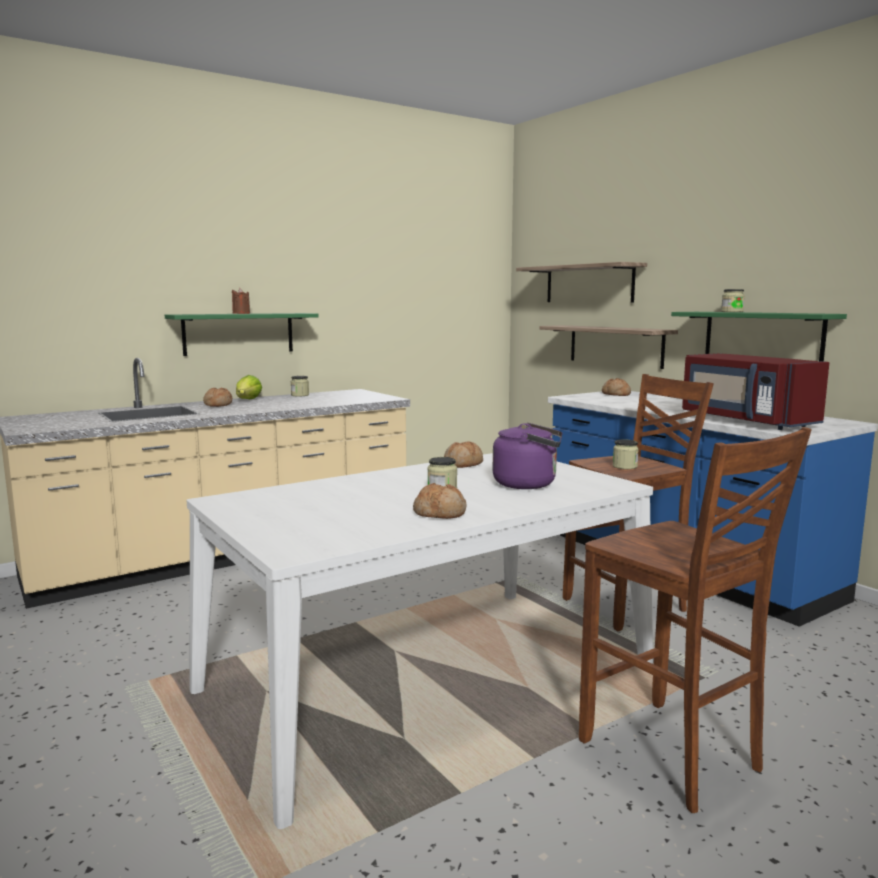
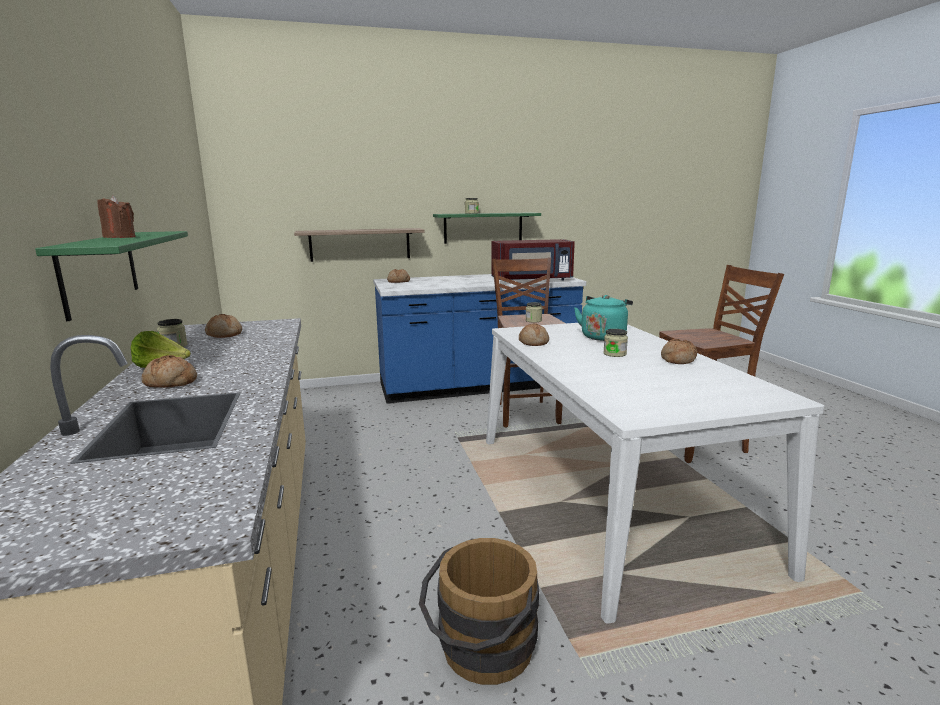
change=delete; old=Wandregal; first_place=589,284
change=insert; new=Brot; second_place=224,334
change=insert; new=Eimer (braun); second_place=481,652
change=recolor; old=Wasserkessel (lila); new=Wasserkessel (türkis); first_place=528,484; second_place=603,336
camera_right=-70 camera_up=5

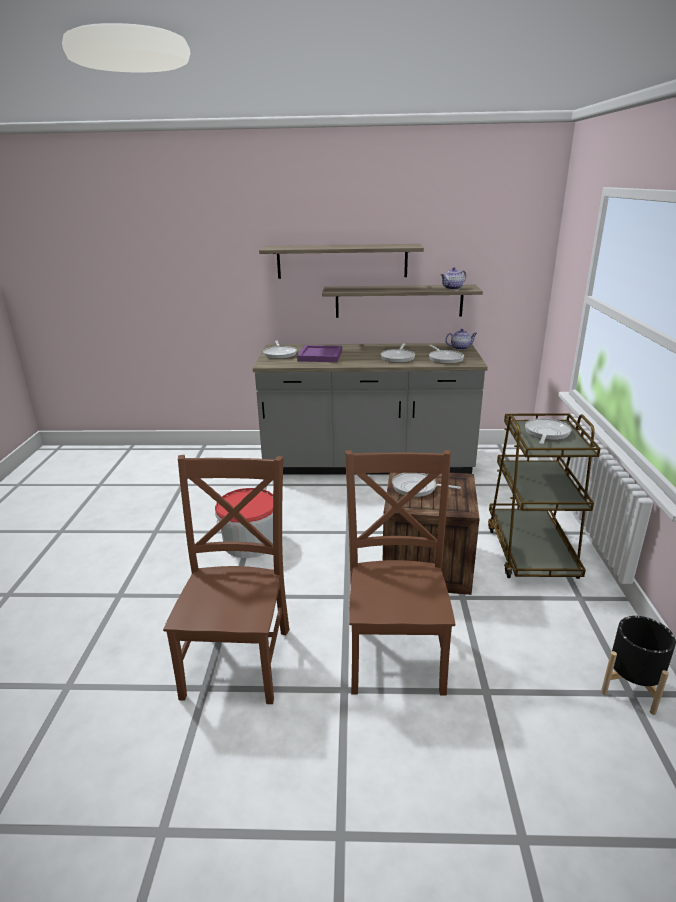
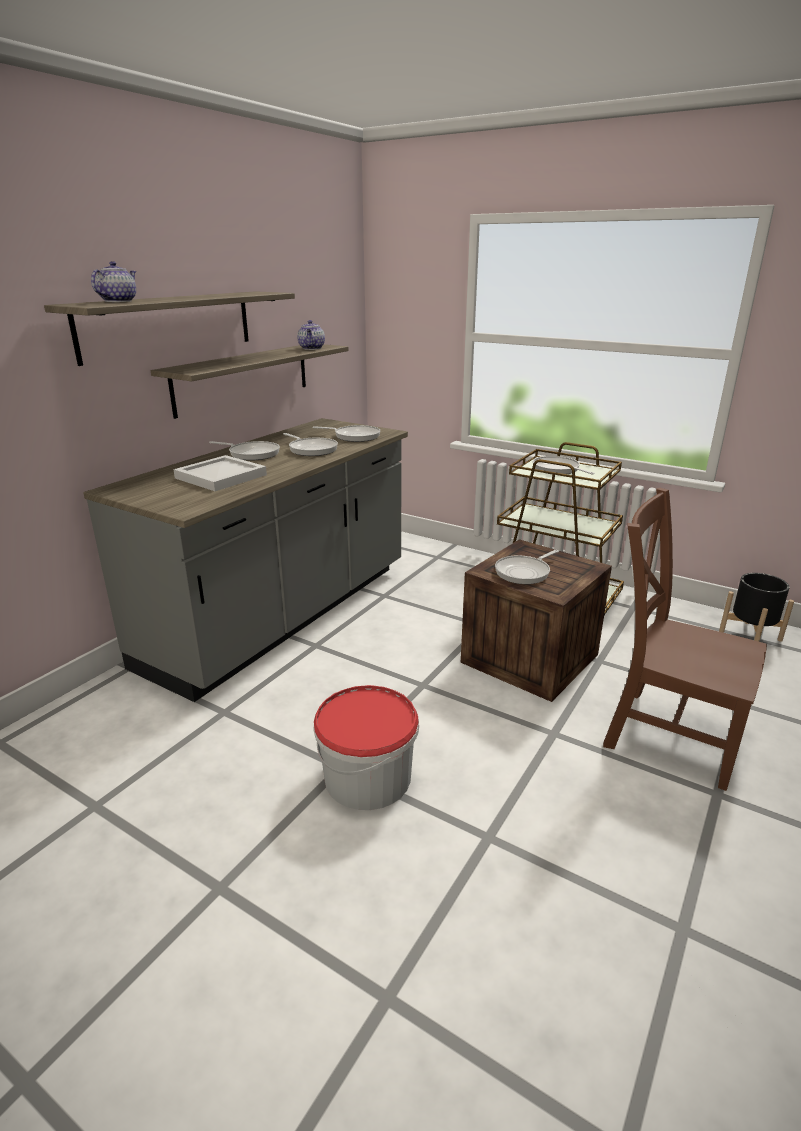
change=delete; old=Stuhl (braun); first_place=239,658
change=move; old=Pfanne; first_place=280,354; second_place=251,454
change=move; old=Teekanne; first_place=460,348; second_place=119,301
change=recolor; old=Tablett (lila); new=Tablett (weiß); first_place=319,356; second_place=220,477
camera_right=-60 camera_up=0

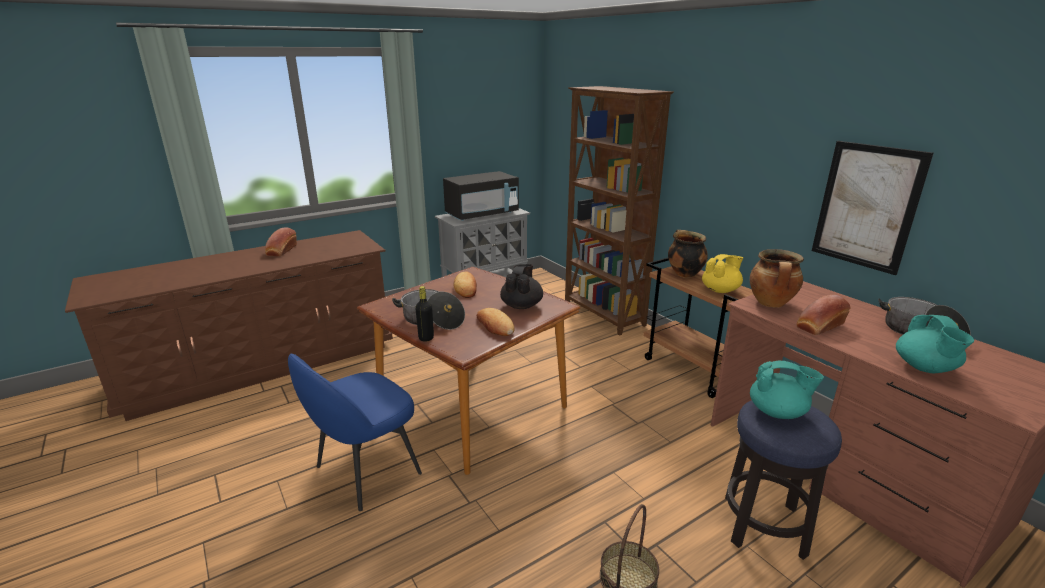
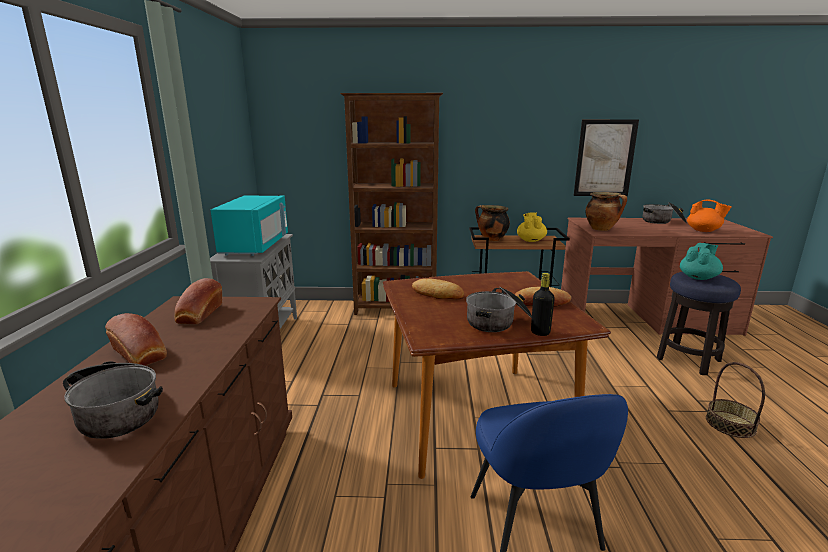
change=delete; old=Teekanne (schwarz); first_place=521,305
change=insert; new=Kochtopf; second_place=118,411
change=move; old=Brot; first_place=819,326; second_place=199,314
change=recolor; old=Mikrowelle (schwarz); new=Mikrowelle (türkis); first_place=482,214; second_place=255,246
change=recolor; old=Teekanne (türkis); new=Teekanne (orange); first_place=925,368; second_place=704,231
camera_right=-55 camera_up=-5

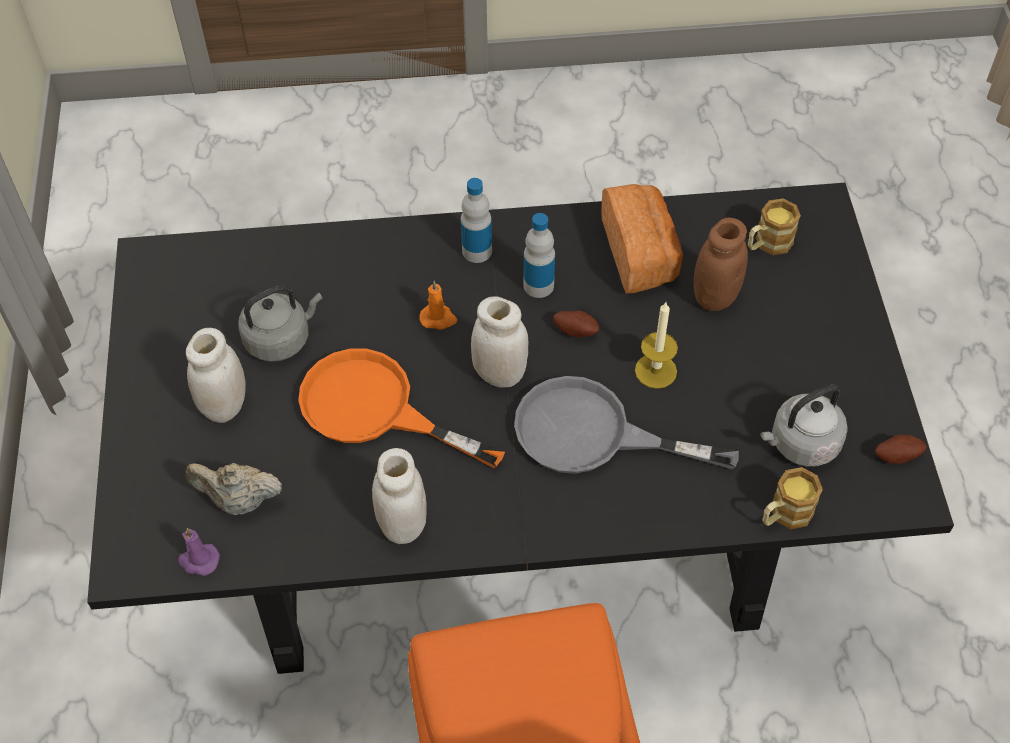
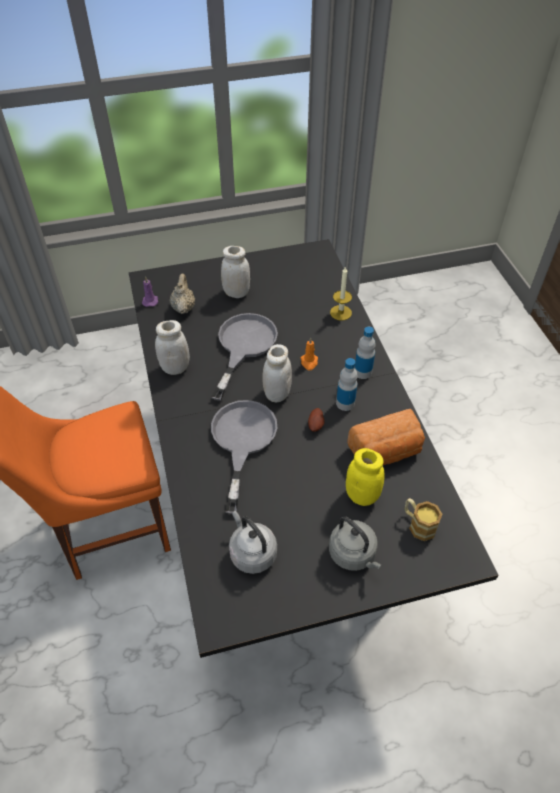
change=delete; old=Henkelbecher; first_place=784,515
change=delete; old=Kartoffel; first_place=896,455
change=move; old=Wasserkessel (grau); first_place=281,339; second_place=353,554
change=move; old=Kerze; first_place=655,371; second_place=340,312
change=recolor; old=Pfanne (orange); new=Pfanne (grau); first_place=375,409; second_place=243,346
change=recolor; old=Vorratsglas (braun); new=Vorratsglas (gelb); first_place=715,296; second_place=362,495
camera_right=80 camera_up=-5

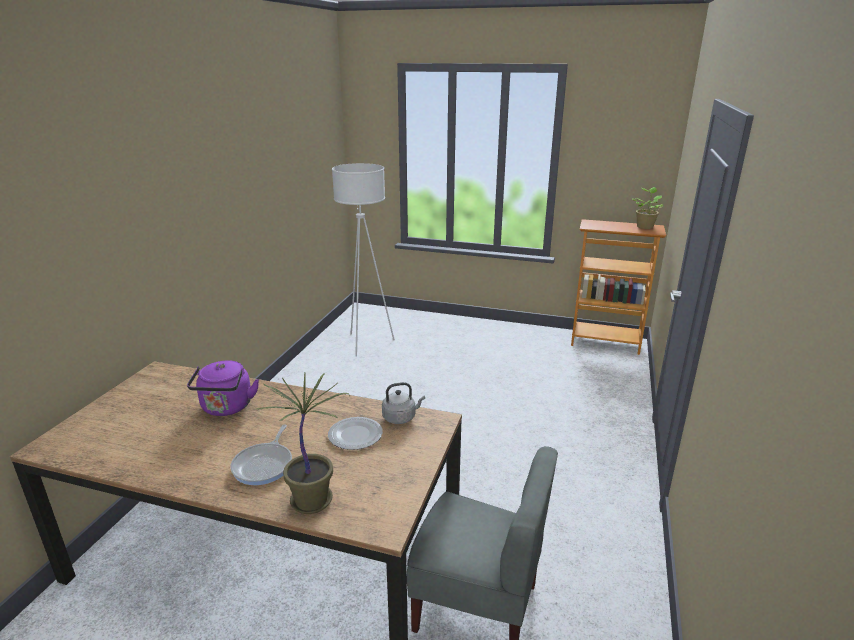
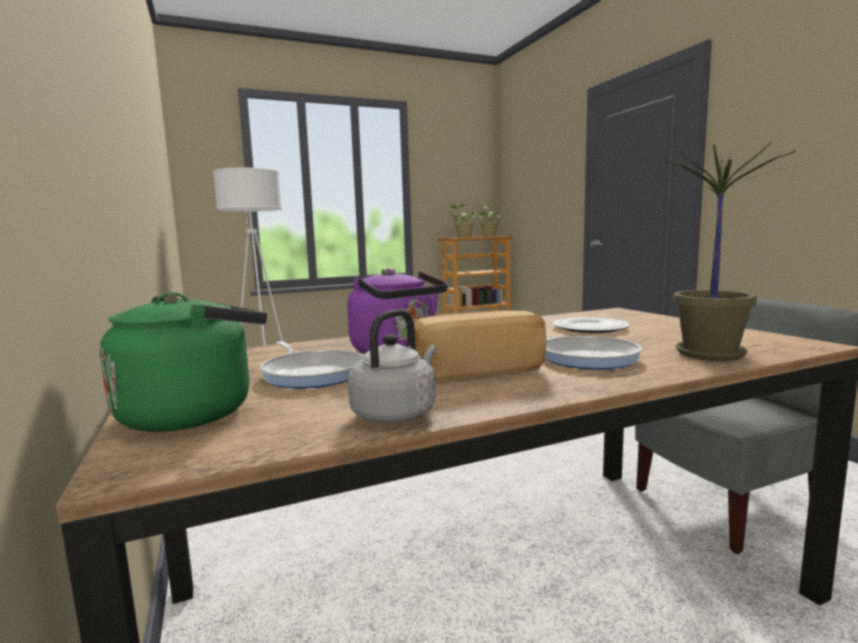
change=insert; new=Wasserkessel (grün); second_place=194,412
change=insert; new=Pfanne; second_place=312,373
change=insert; new=Brot; second_place=475,370
change=insert; new=Topfpflanze; second_place=463,237
change=move; old=Wasserkessel (grau); first_place=401,417; second_place=396,413
camera_right=-40 camera_up=-15

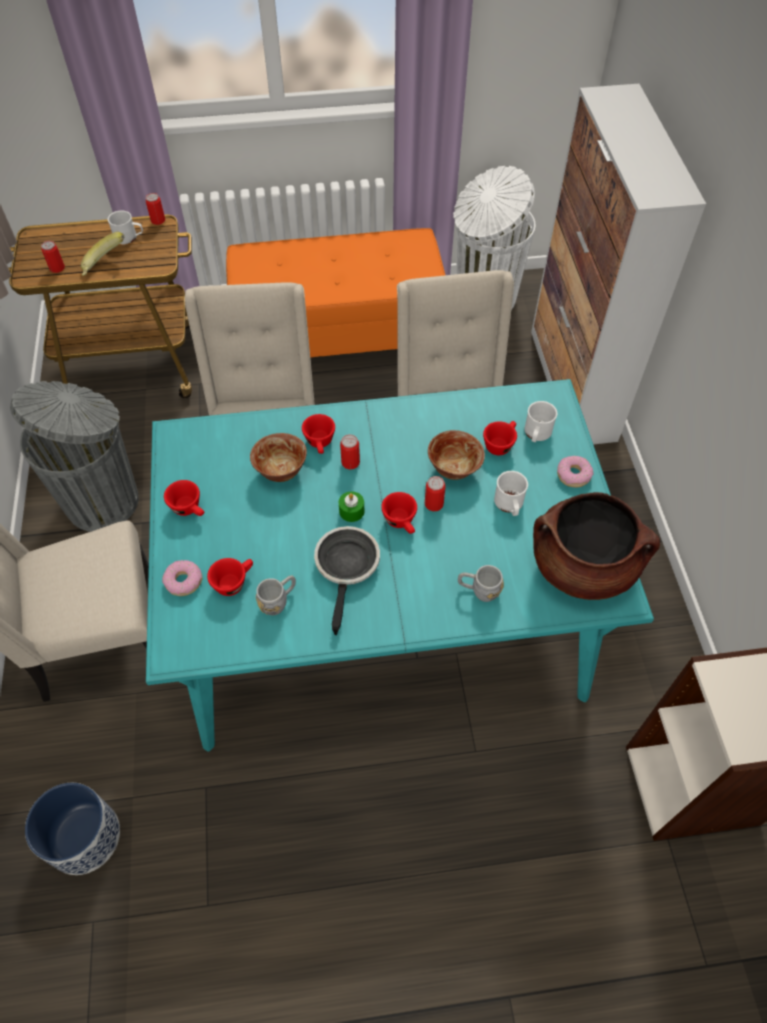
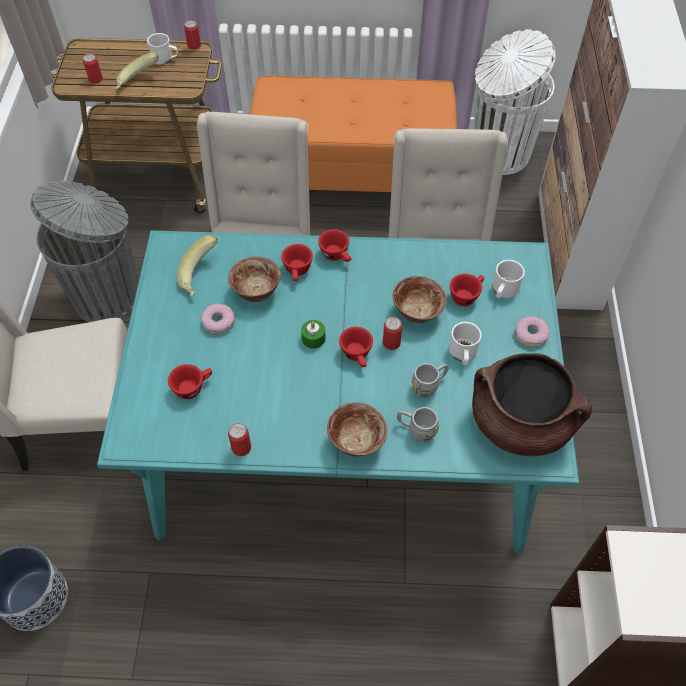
change=delete; old=Pfanne; first_place=347,567
change=insert; new=Banane; second_place=201,277
change=insert; new=Schüssel; second_place=356,441
change=move; old=Donut; first_place=183,581; second_place=218,322
change=move; old=Tasse (rot); first_place=190,509; second_place=337,256
change=move; old=Henkelbecher (grau); first_place=279,601; second_place=429,386
change=move; old=Dose; first_place=350,462; second_place=241,447
camera_right=10 camera_up=0

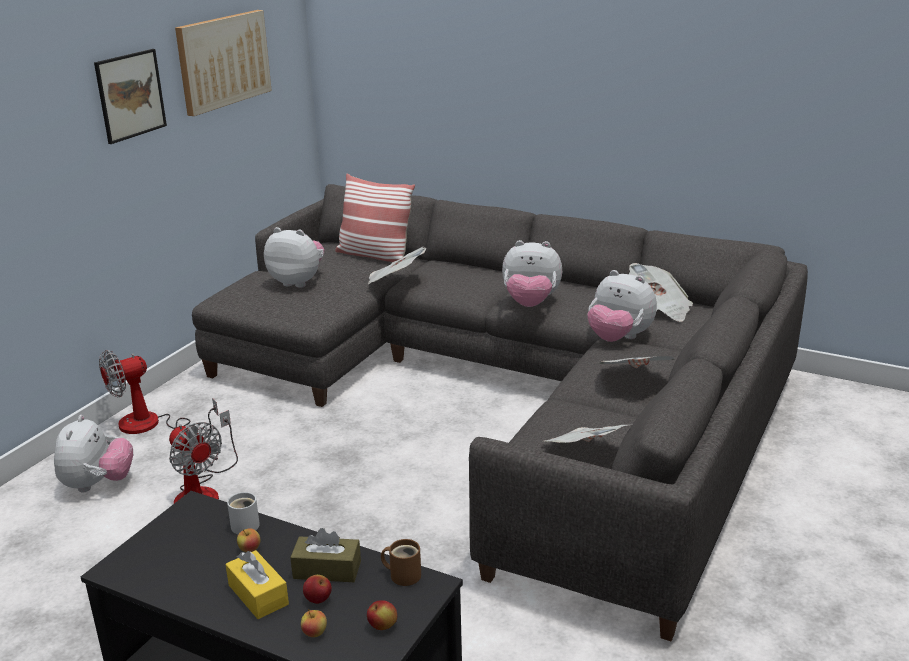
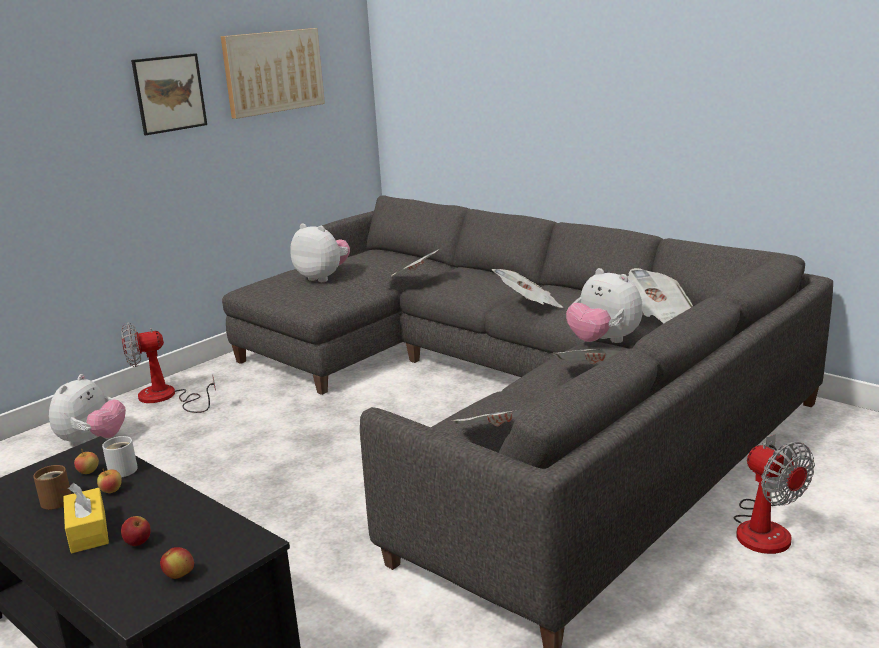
change=delete; old=Taschentuchbox (braun); first_place=327,570
change=delete; old=Kissen; first_place=374,255
change=move; old=Ventilator; first_place=203,492; second_place=765,527
change=move; old=Apfel; first_place=314,633; second_place=88,472
change=move; old=Henkelbecher (braun); first_place=403,574; second_place=55,500
change=replace; old=Plüschtier; new=Zeitung; first_place=530,304; second_place=528,305
camera_right=15 camera_up=-5

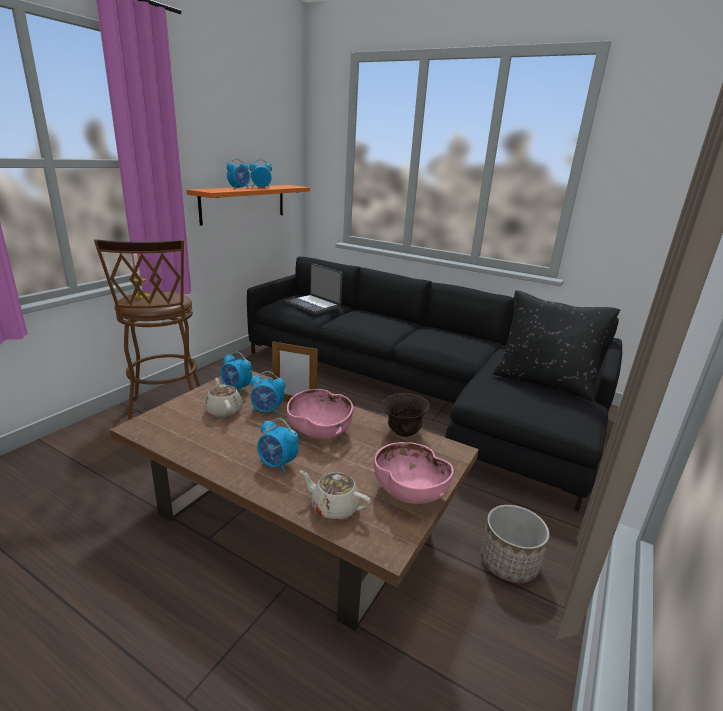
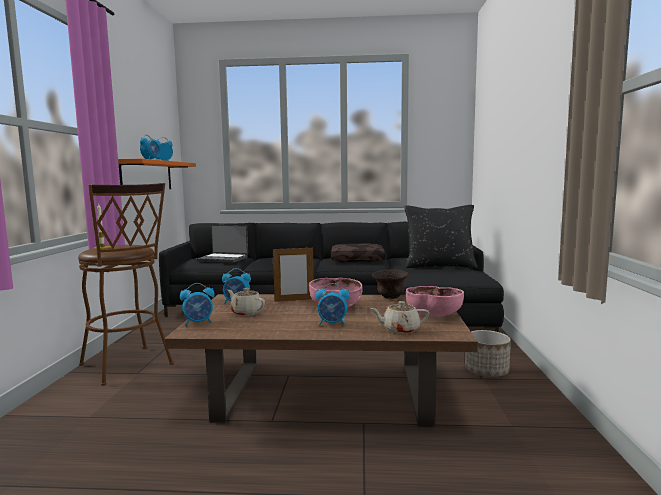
change=insert; new=Kissen (braun); second_place=358,259
change=move; old=Wecker; first_place=267,411; second_place=199,323
camera_right=-25 camera_up=-15

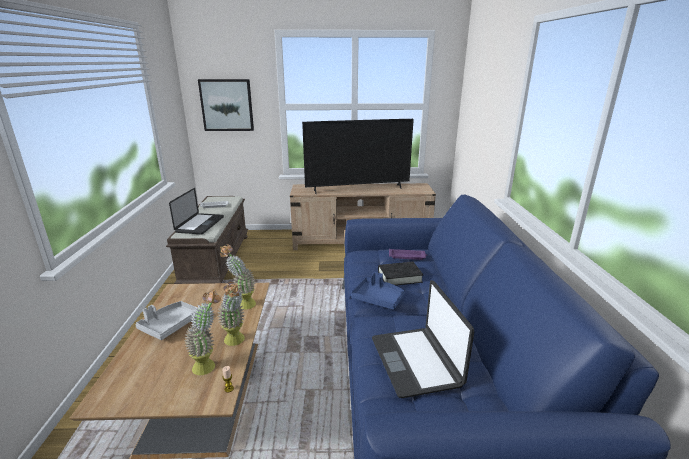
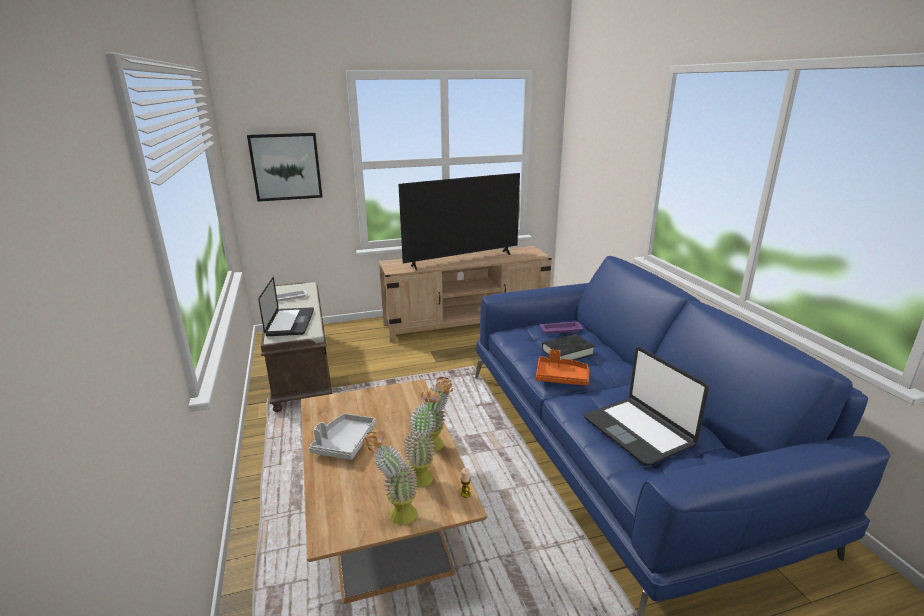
change=move; old=Topfpflanze; first_place=242,304; second_place=395,515
change=recolor; old=Tablett (blau); new=Tablett (orange); first_place=378,298; second_place=561,377
camera_right=-15 camera_up=0

